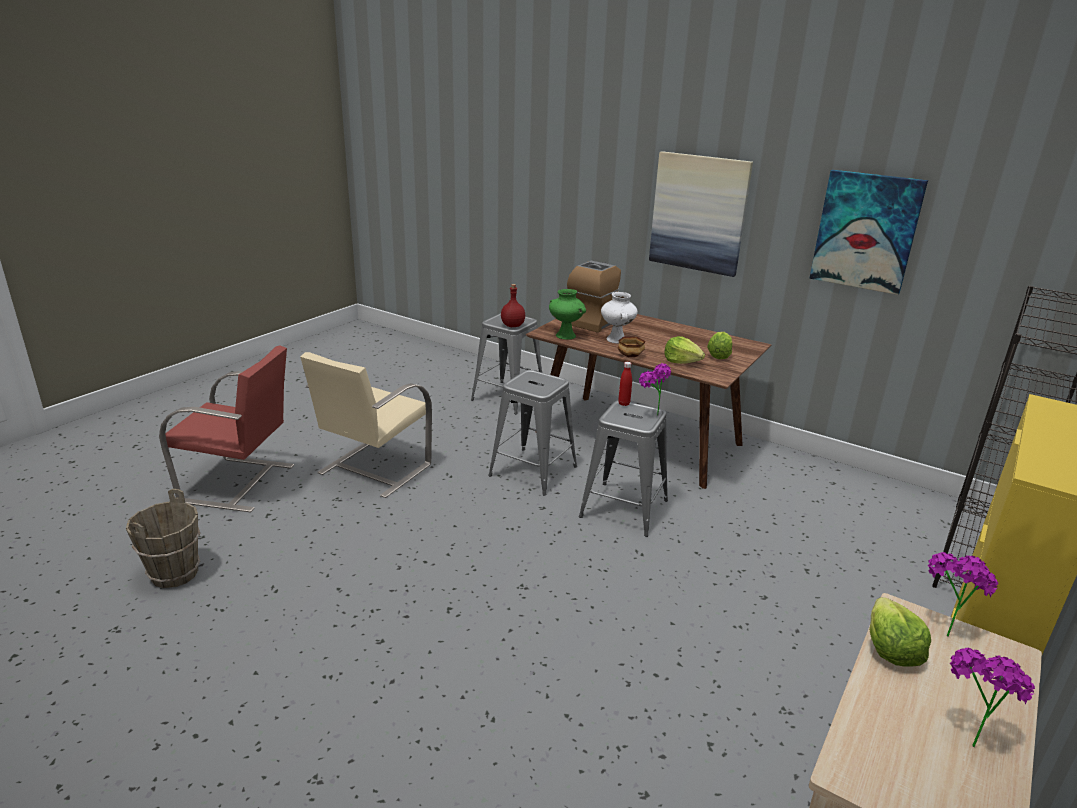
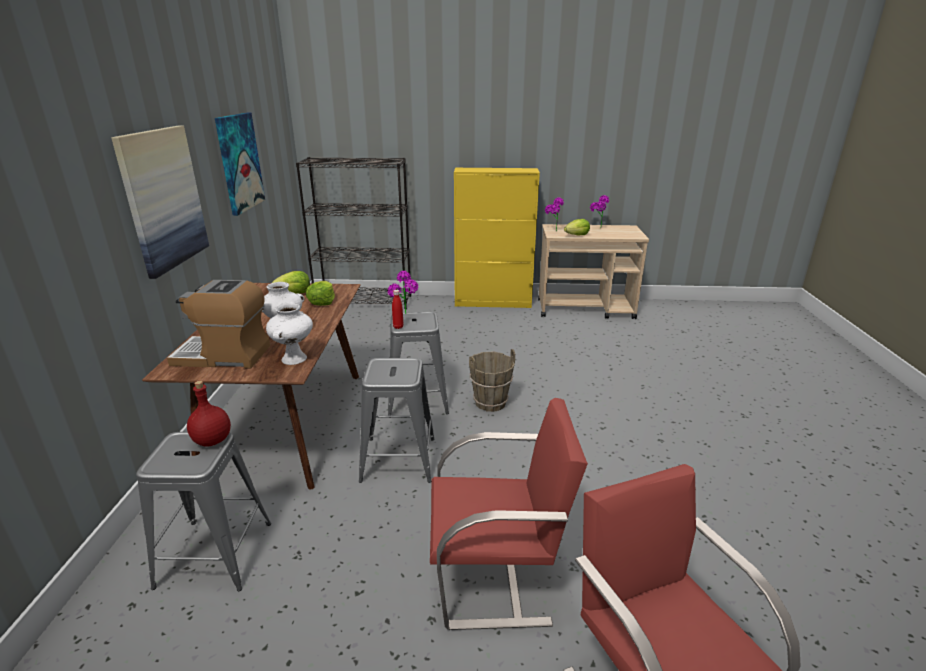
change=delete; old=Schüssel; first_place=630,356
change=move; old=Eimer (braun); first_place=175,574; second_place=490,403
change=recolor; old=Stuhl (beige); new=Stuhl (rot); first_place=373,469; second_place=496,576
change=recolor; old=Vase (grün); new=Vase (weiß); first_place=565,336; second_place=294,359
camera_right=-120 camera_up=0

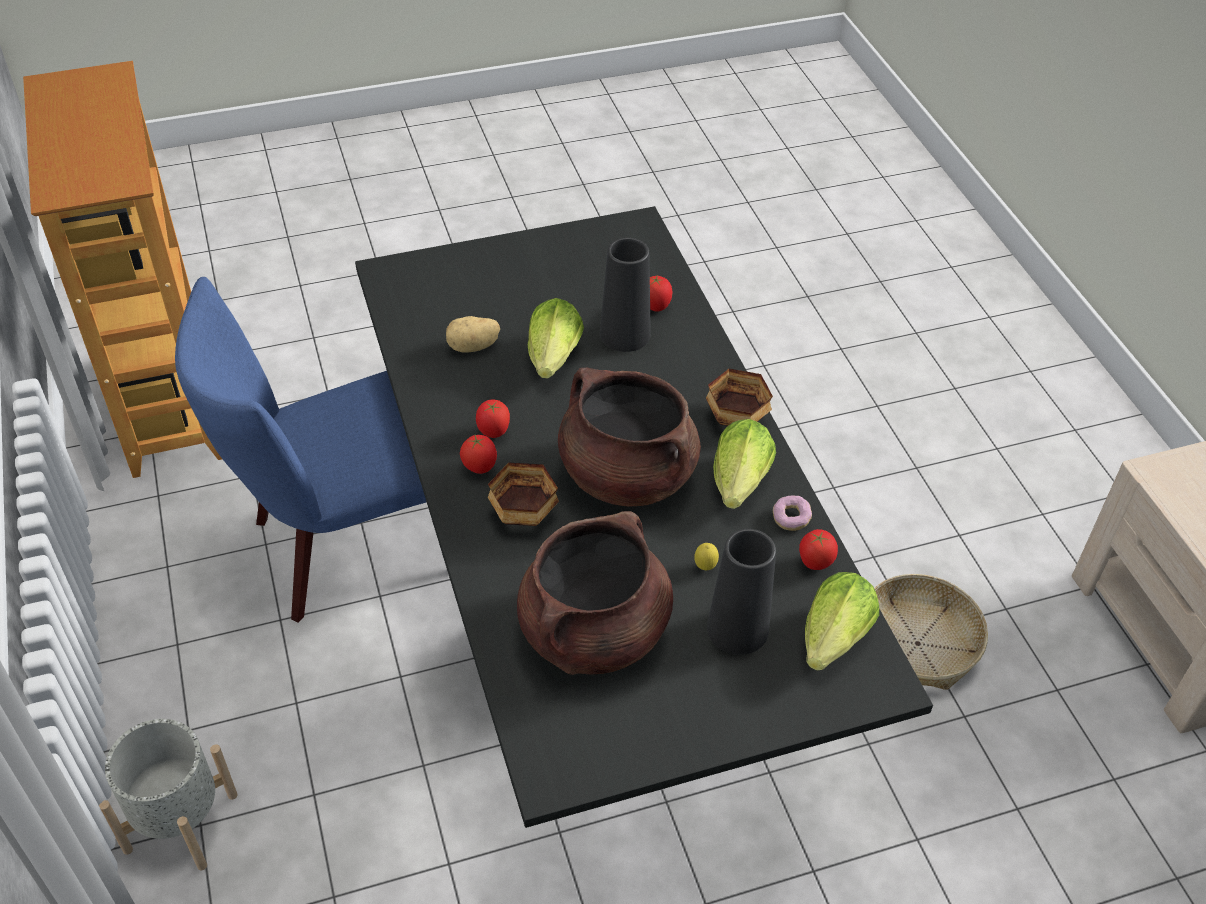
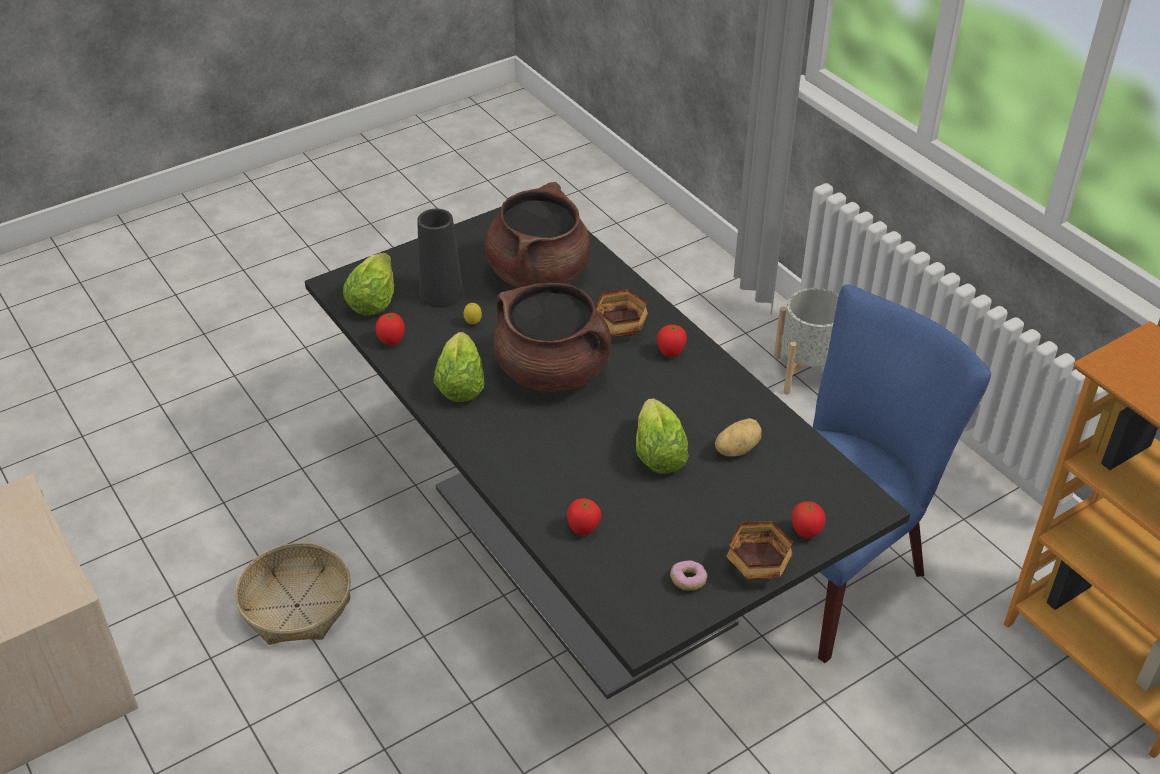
change=delete; old=Vase (schwarz); first_place=625,334
change=move; old=Tomate; first_place=493,432; second_place=806,532
change=move; old=Schüssel; first_place=734,417; second_place=759,569
change=move; old=Donut; first_place=791,518; second_place=688,581
camera_right=165 camera_up=-5

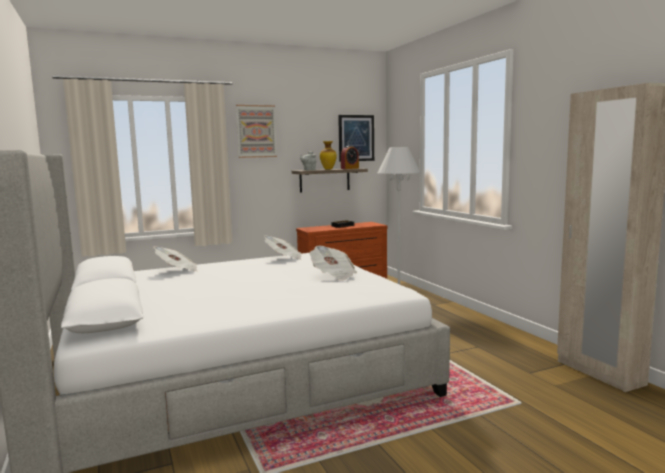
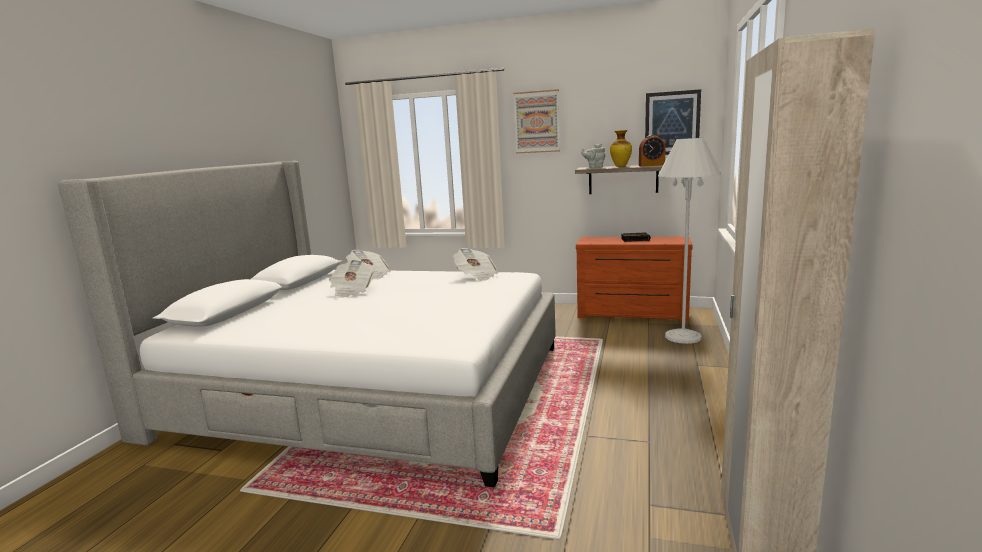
change=move; old=Zeitung; first_place=333,275; second_place=352,291
camera_right=40 camera_up=5

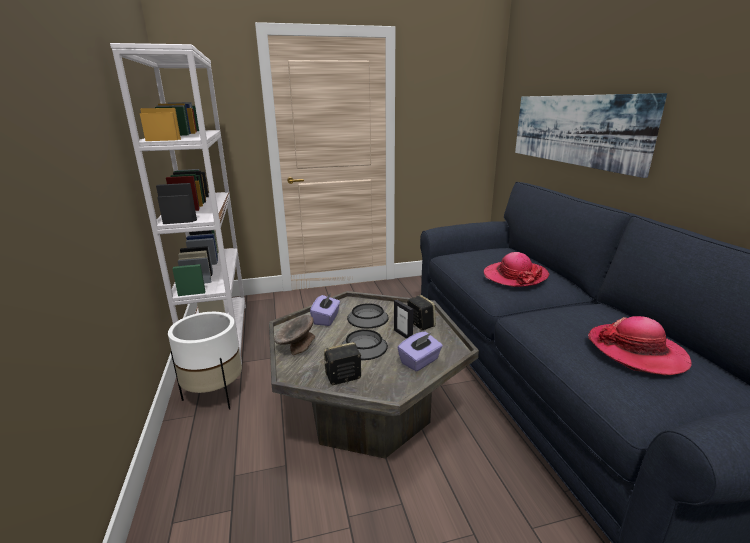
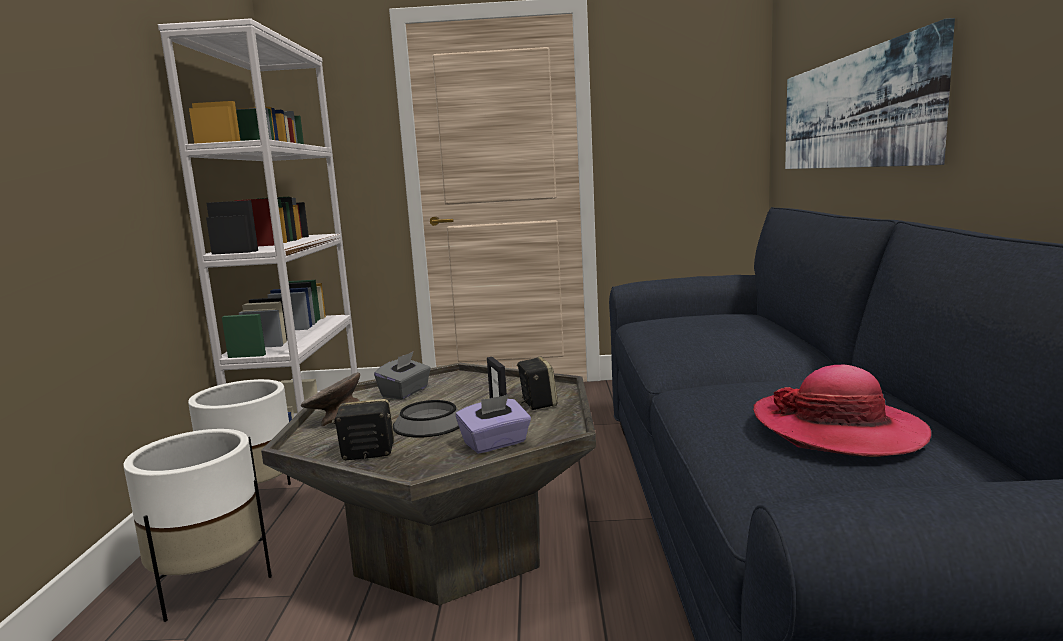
change=delete; old=Schüssel; first_place=368,318
change=delete; old=Hut; first_place=514,276
change=insert; new=Pflanzkübel (weiß); second_place=212,585
change=recolor; old=Taschentuchbox (lila); new=Taschentuchbox (grau); first_place=326,319; second_place=405,392
camera_right=15 camera_up=-10

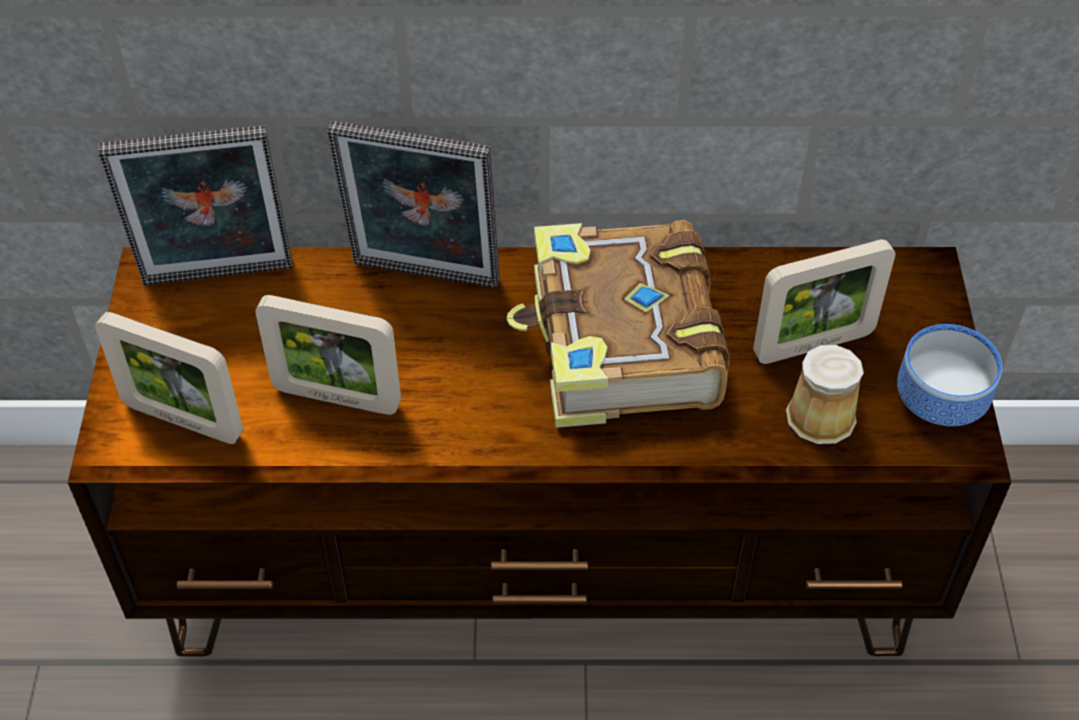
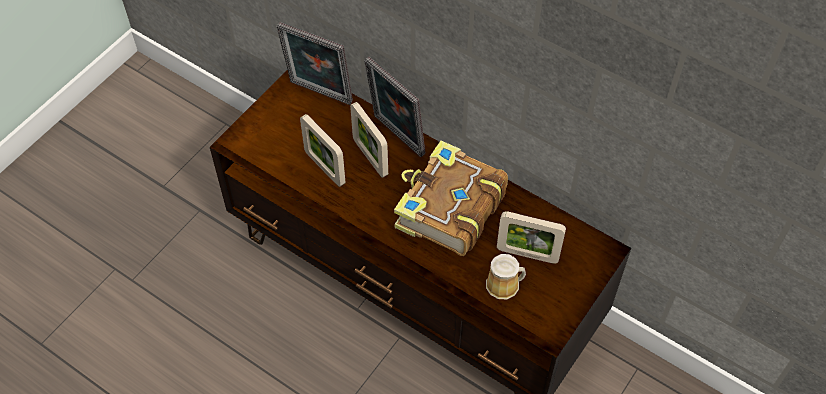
change=delete; old=Schüssel; first_place=944,402
change=move; old=Bilderrahmen; first_place=183,420; second_place=370,157
camera_right=35 camera_up=5

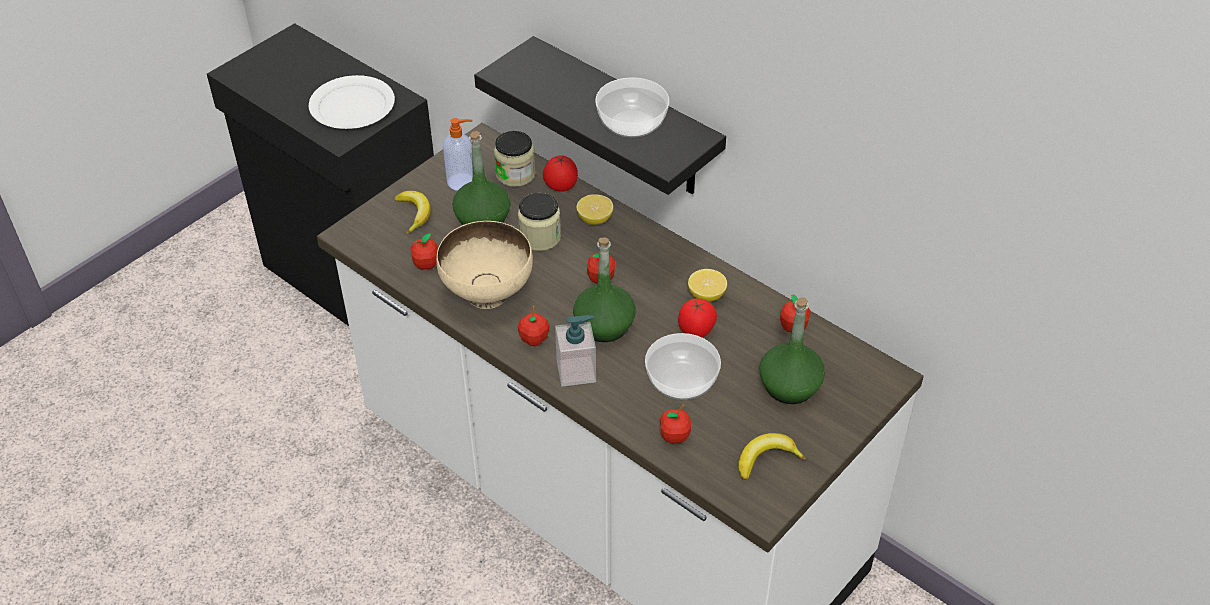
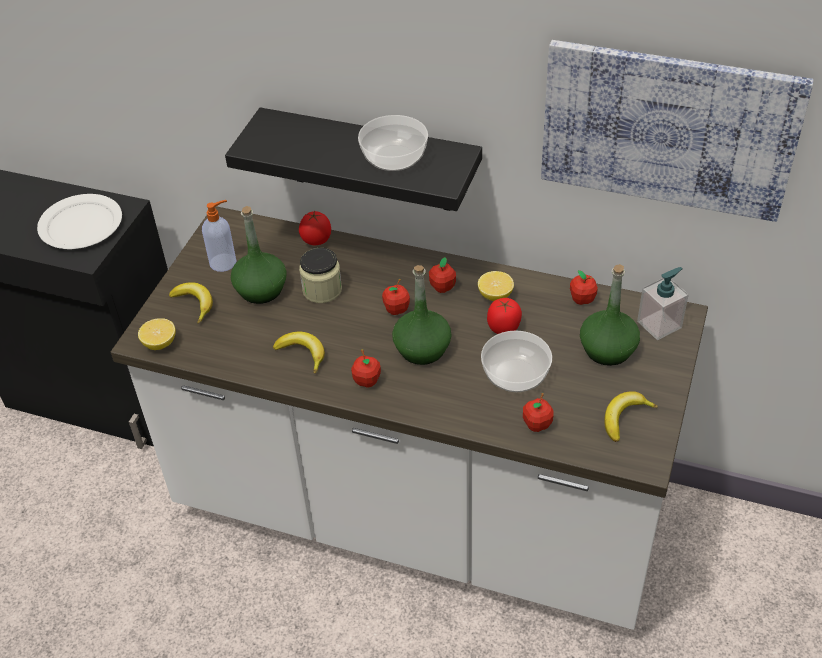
change=delete; old=Vorratsglas; first_place=515,174
change=insert; new=Bild; second_place=668,129
change=move; old=Apfel; first_place=426,264; second_place=442,287
change=move; old=Seifenspender; first_place=576,371; second_place=659,324
change=move; old=Zitrone; first_place=595,219; second_place=160,343
change=replace; old=Schüssel (beige); new=Banane; first_place=488,293; second_place=303,353
camera_right=-20 camera_up=0

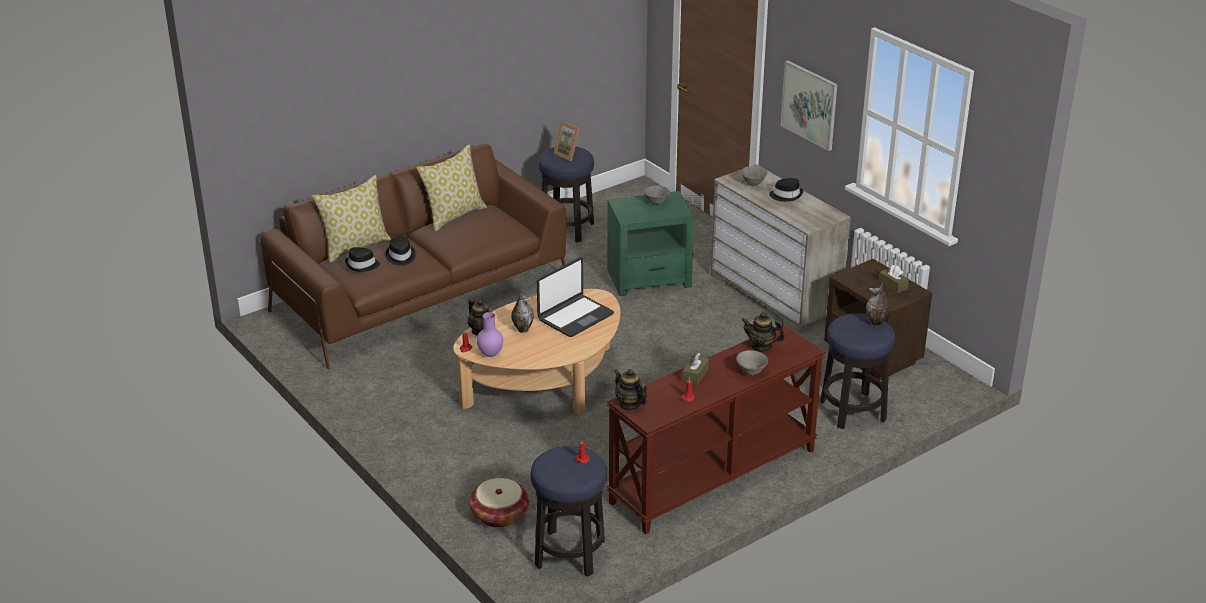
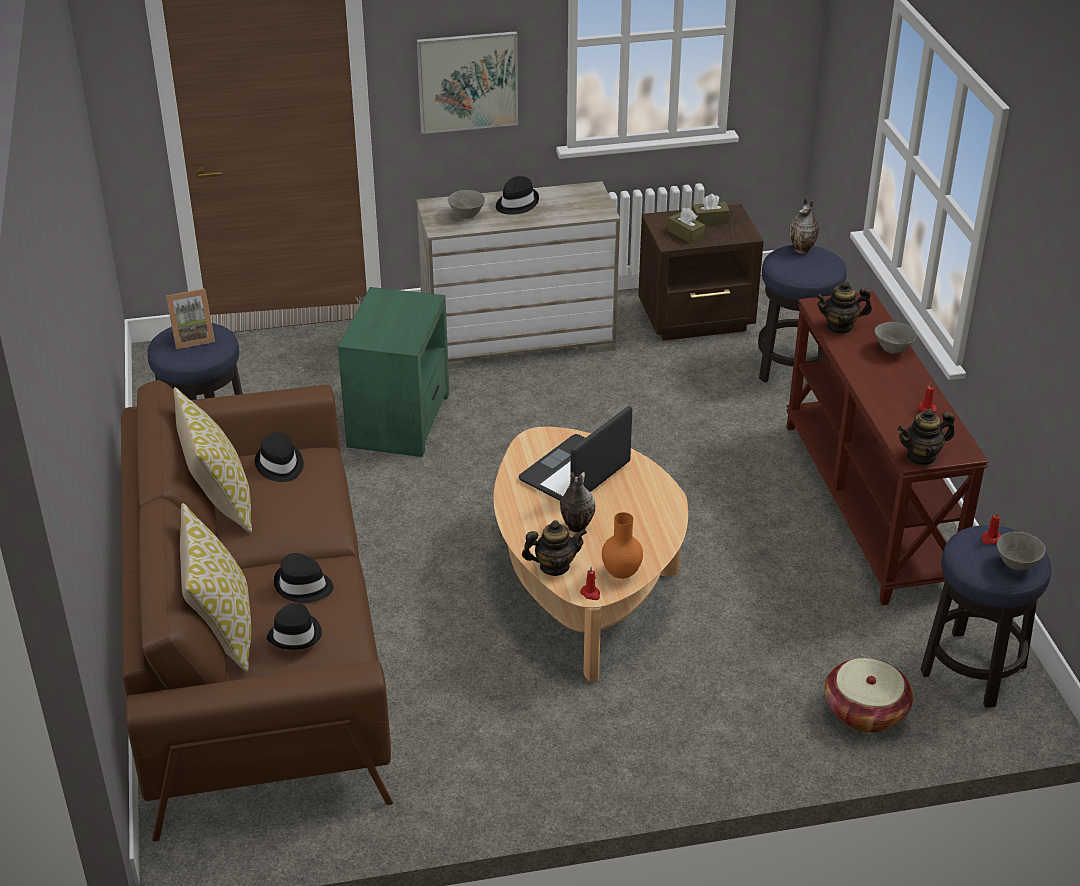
change=insert; new=Hut (schwarz); second_place=279,465
change=move; old=Schüssel (grau); first_place=656,202; second_place=1016,565
change=move; old=Taschentuchbox (braun); first_place=695,375; second_place=685,234
change=recolor; old=Vase (lila); new=Vase (orange); first_place=490,354; second_place=622,574
change=rotate; old=Laptop; first_place=575,317; second_place=575,473; degrees=-120
change=rotate; old=Teekanne; first_place=761,346; second_place=840,327; degrees=45
camera_right=-65 camera_up=5

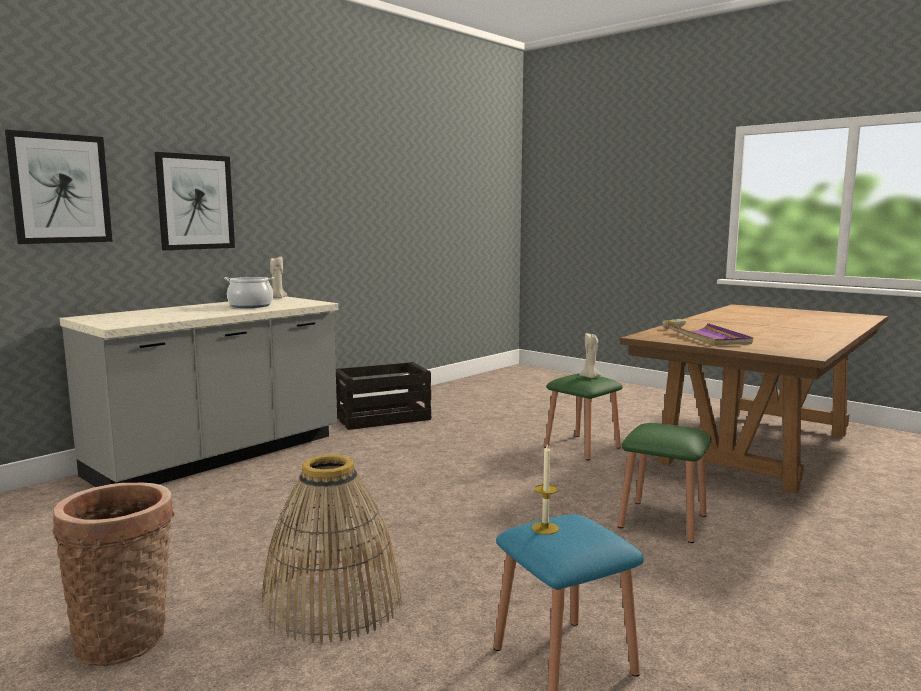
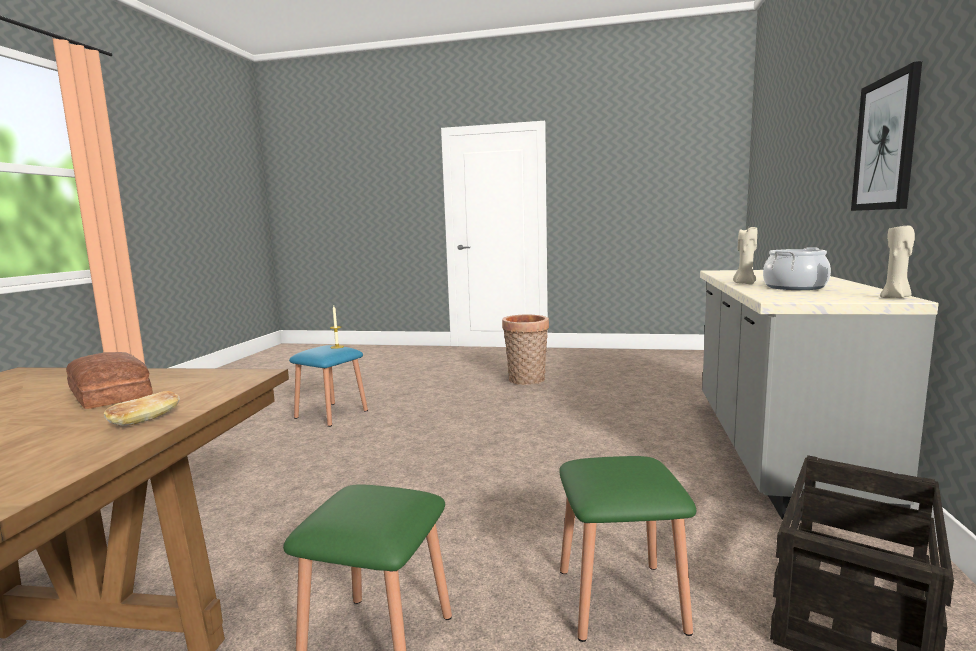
change=delete; old=Bild; first_place=60,189
change=delete; old=Korb; first_place=332,602
change=move; old=Kerze (beige); first_place=590,377; second_place=744,283
change=move; old=Hocker (grün); first_place=662,521; second_place=620,599
change=replace; old=Tablett (lila); new=Brot; first_place=709,338; second_place=112,392
camera_right=150 camera_up=0

